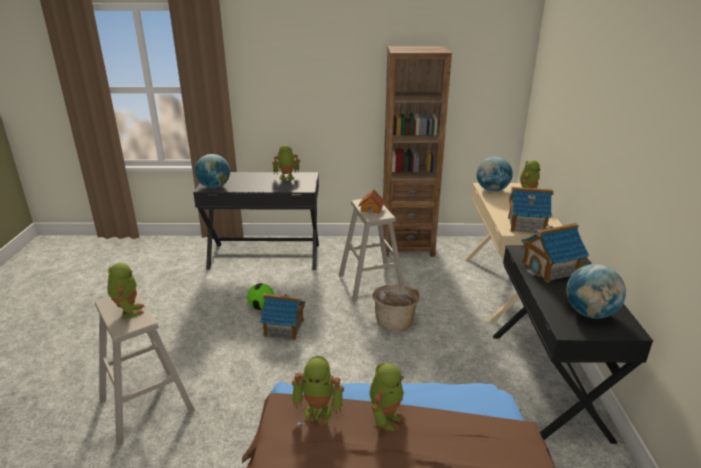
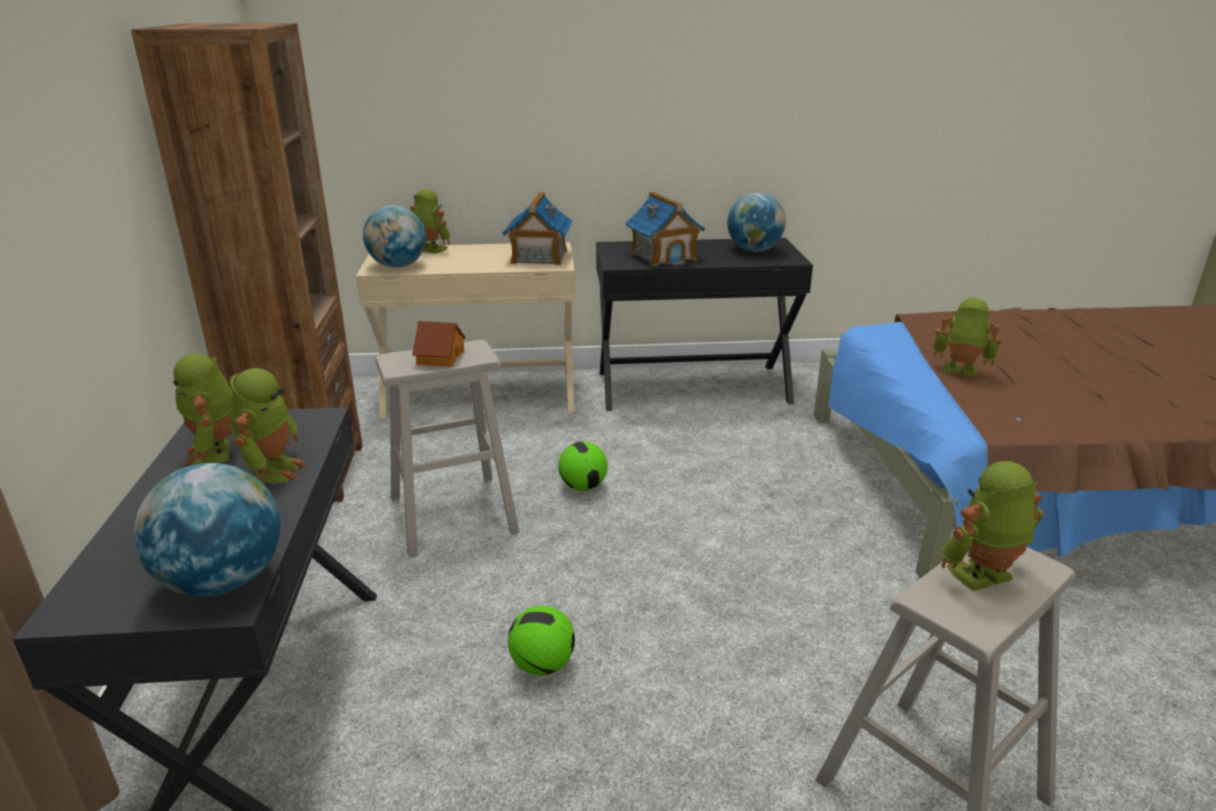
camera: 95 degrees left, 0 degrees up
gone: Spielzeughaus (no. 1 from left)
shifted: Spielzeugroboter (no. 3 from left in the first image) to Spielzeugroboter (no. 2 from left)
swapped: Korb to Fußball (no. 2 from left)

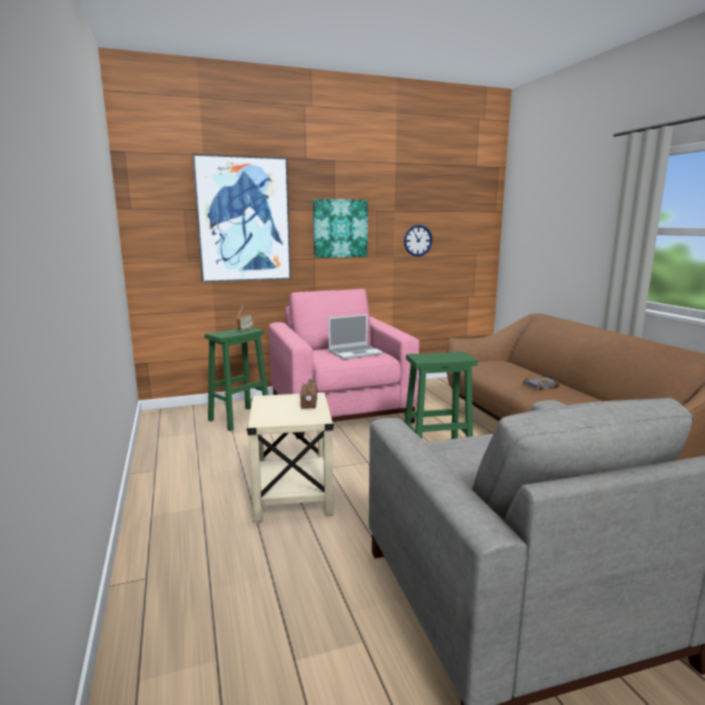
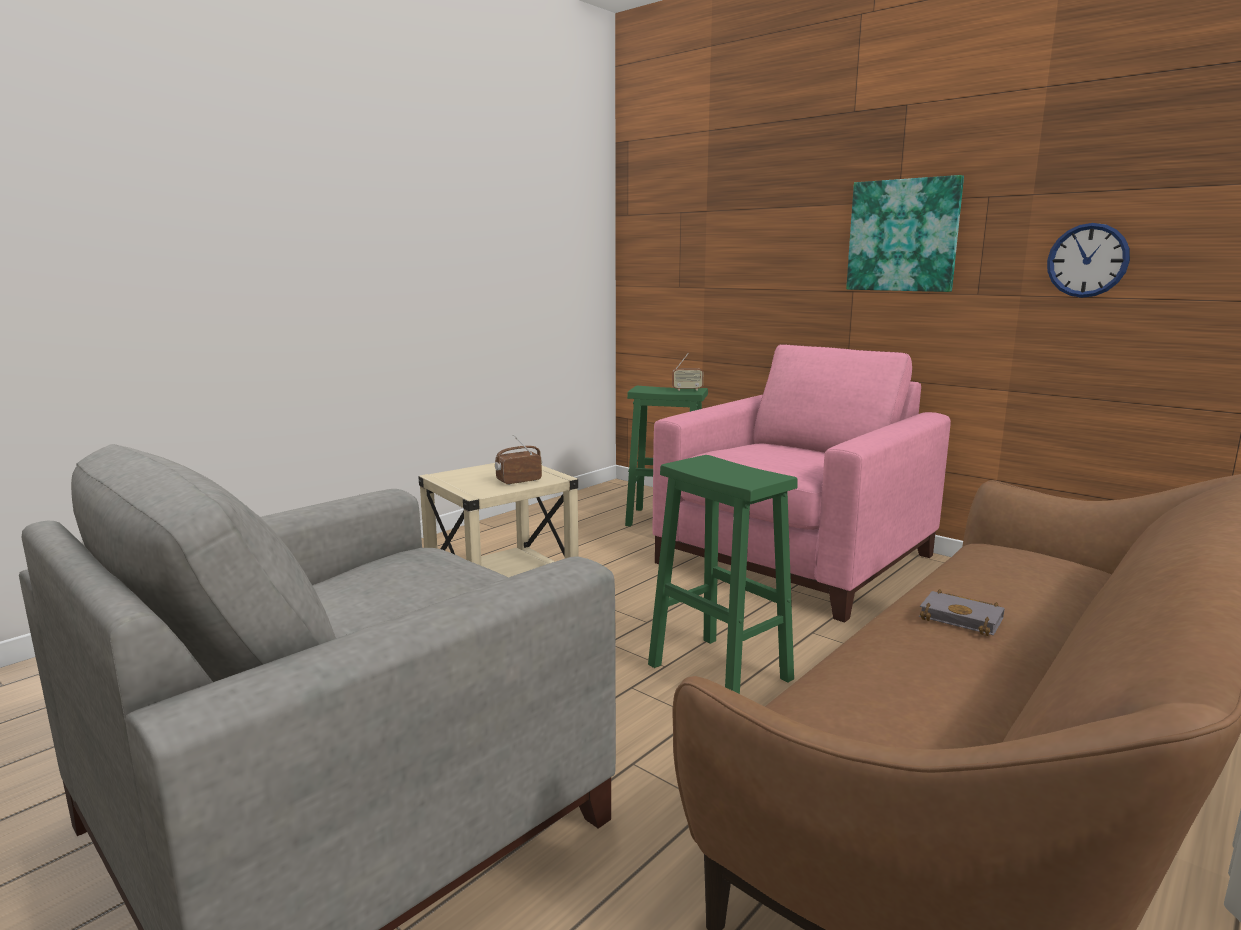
camera: 60 degrees right, 0 degrees up
gone: Bild (no. 1 from left); Laptop

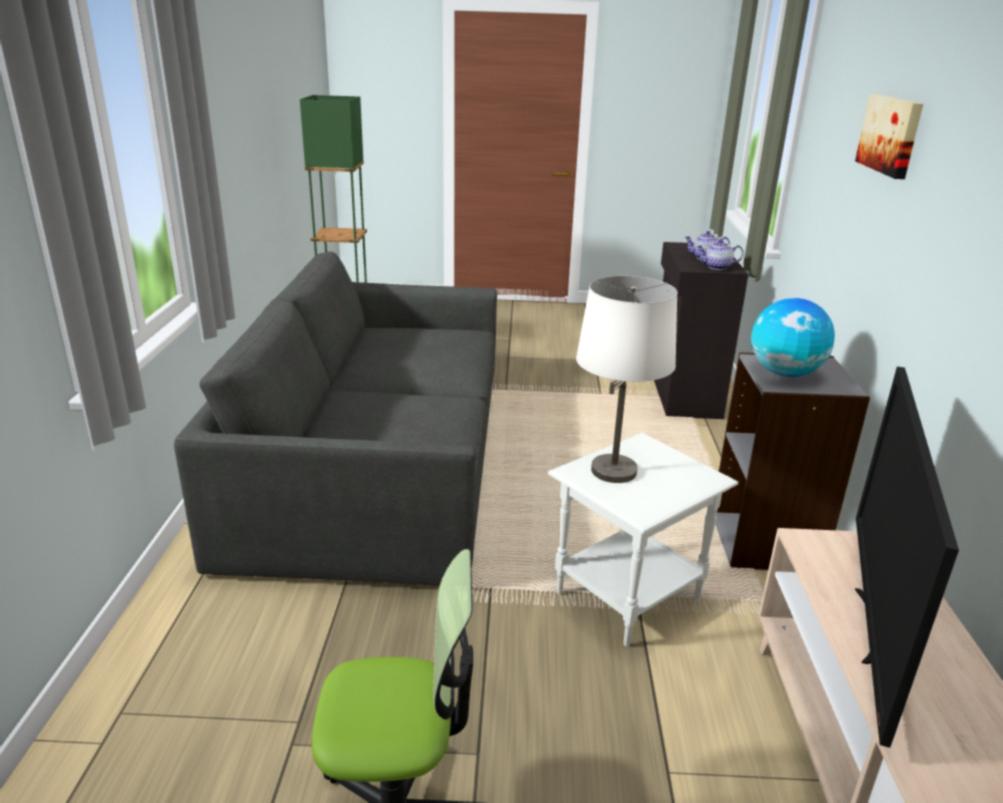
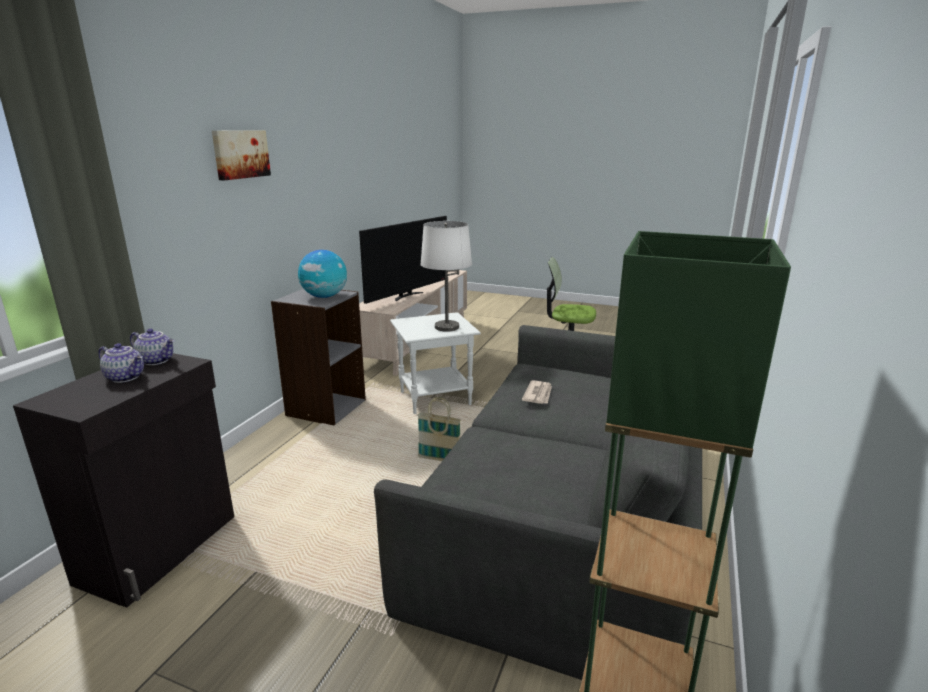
camera: 160 degrees left, 5 degrees down
new: Zeitung; Korb

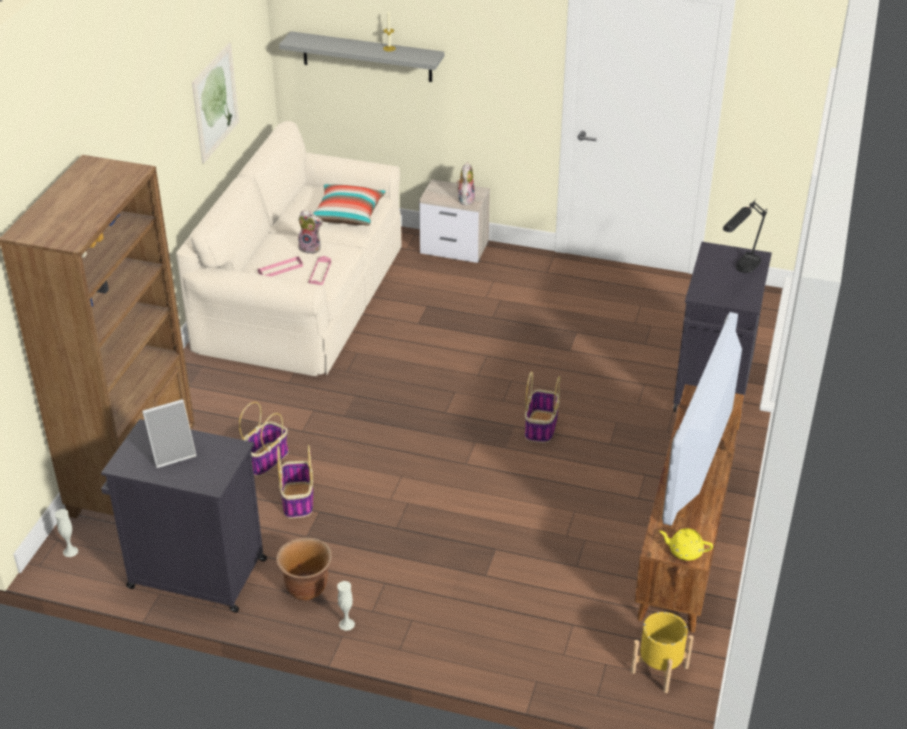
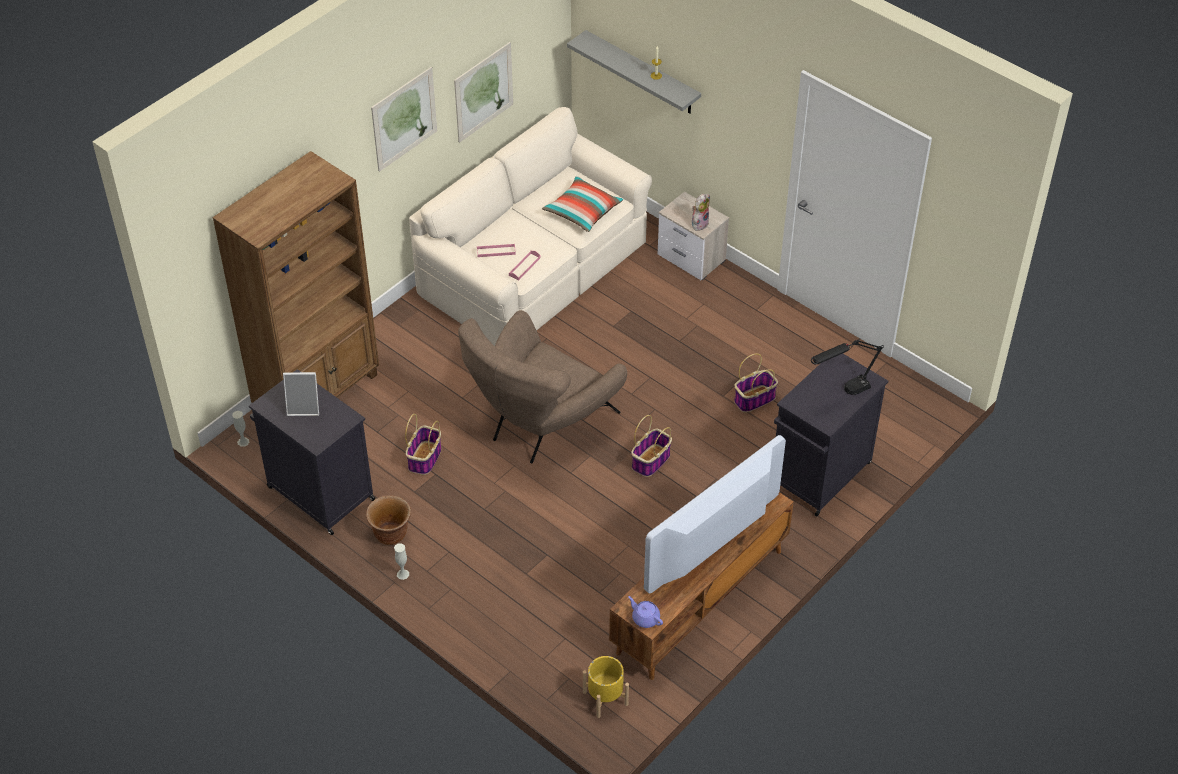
camera: 25 degrees right, 10 degrees up
gone: Plüschtier (no. 1 from left)
new: Bild (no. 1 from left); Sessel/braun
shifted: Korb (no. 1 from left in the first image) to Korb (no. 3 from left)
repainted: Teekanne/gelb to Teekanne/lila

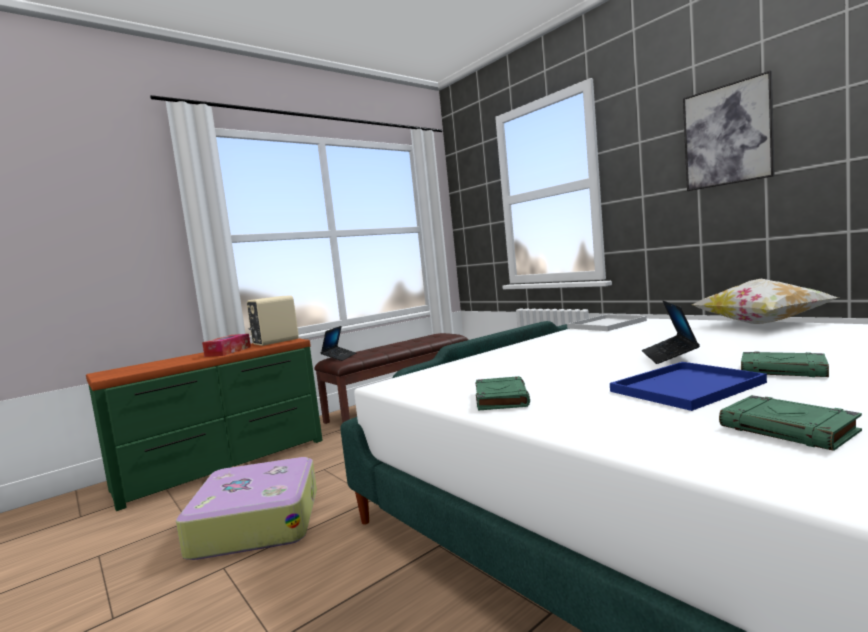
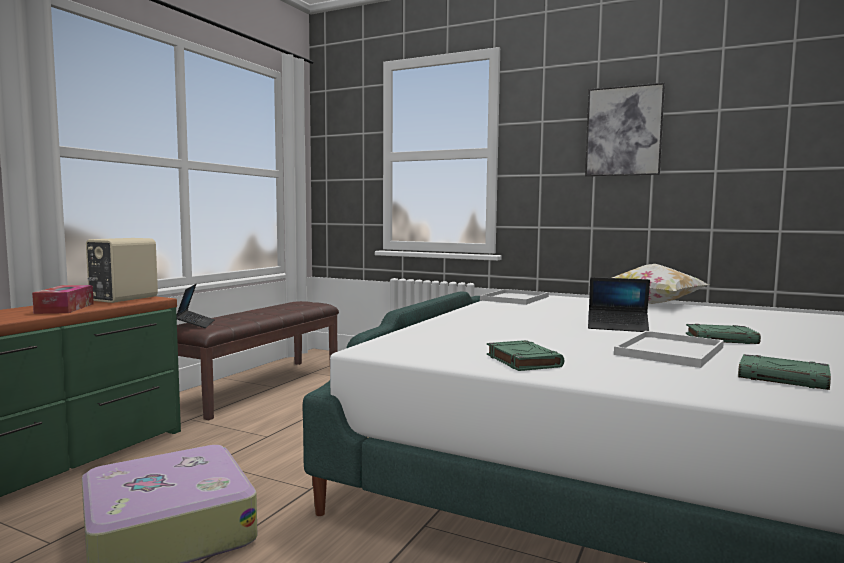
camera: 25 degrees left, 0 degrees up
repainted: Tablett/blau to Tablett/weiß (no. 2 from left)
rotated: Laptop (no. 2 from left) 60 degrees counterclockwise

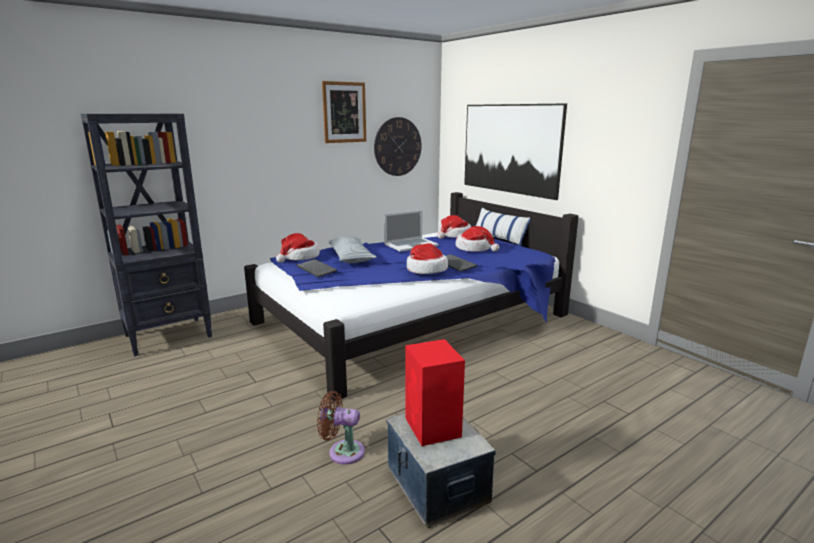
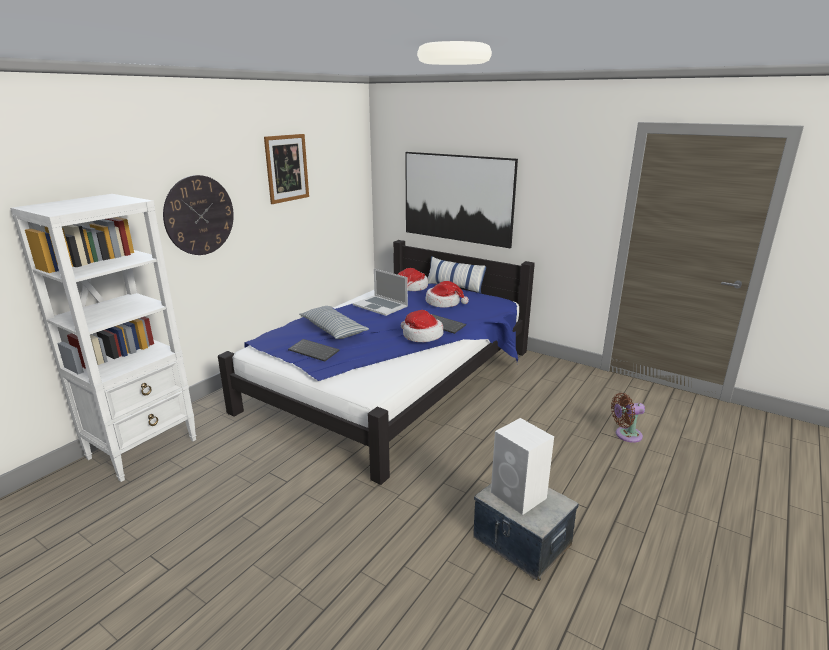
camera: 20 degrees left, 5 degrees up
gone: Hut (no. 1 from left)
shifted: Wanduhr; Ventilator/braun
repainted: Bücherregal/schwarz to Bücherregal/weiß; Lautsprecher/rot to Lautsprecher/weiß
rotated: Laptop 90 degrees clockwise

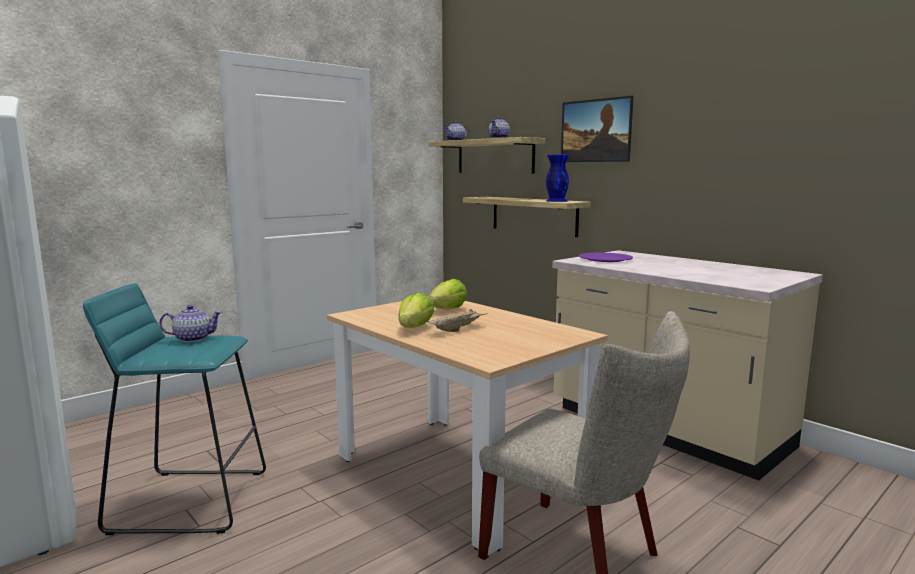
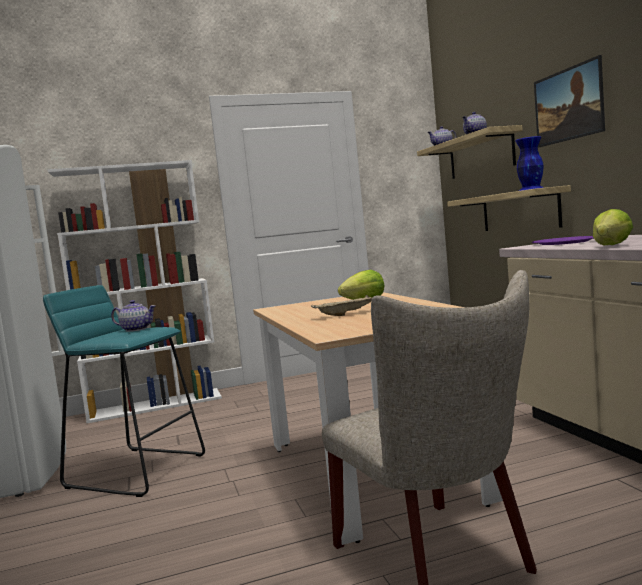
camera: 25 degrees right, 5 degrees down
new: Bücherregal/weiß
shifted: Salatkopf (no. 1 from left in the first image) to Salatkopf (no. 2 from left)

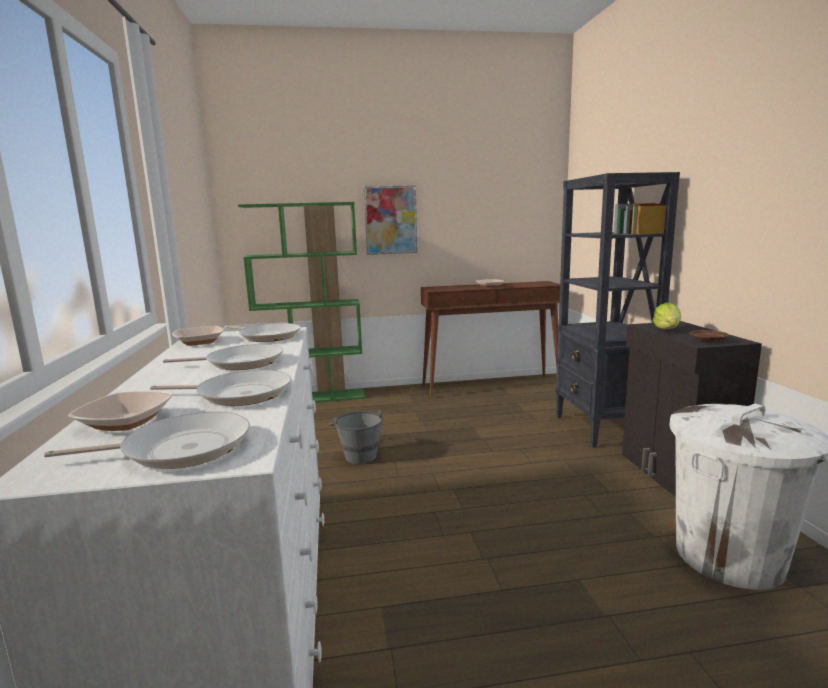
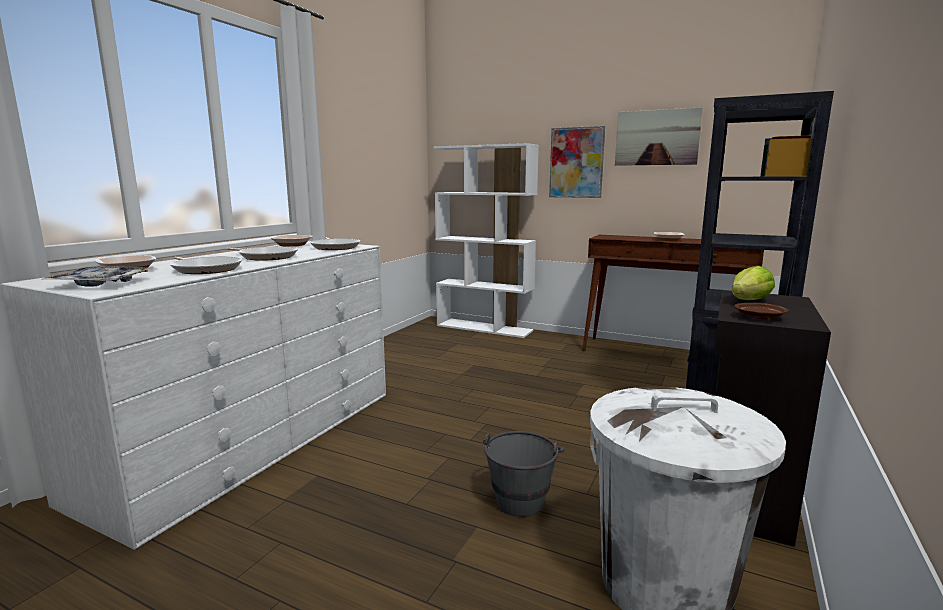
camera: 35 degrees right, 0 degrees up
new: Bild (no. 2 from left)
shifted: Eimer/grau
swapped: Pfanne (no. 1 from left) to Tablett
repainted: Bücherregal/grün to Bücherregal/weiß

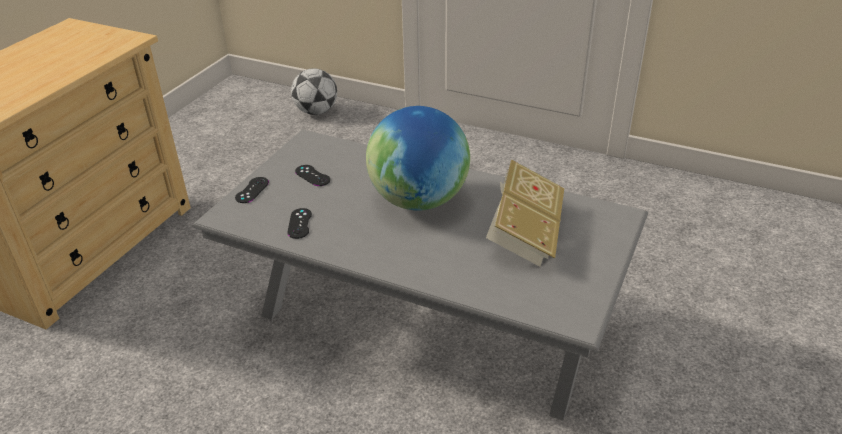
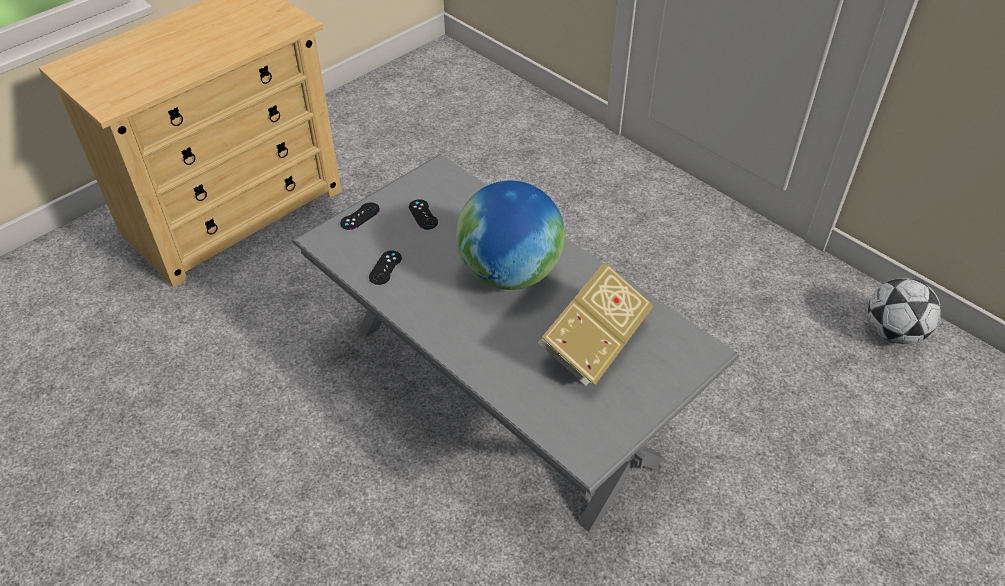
camera: 20 degrees right, 10 degrees up
shifted: Fußball

